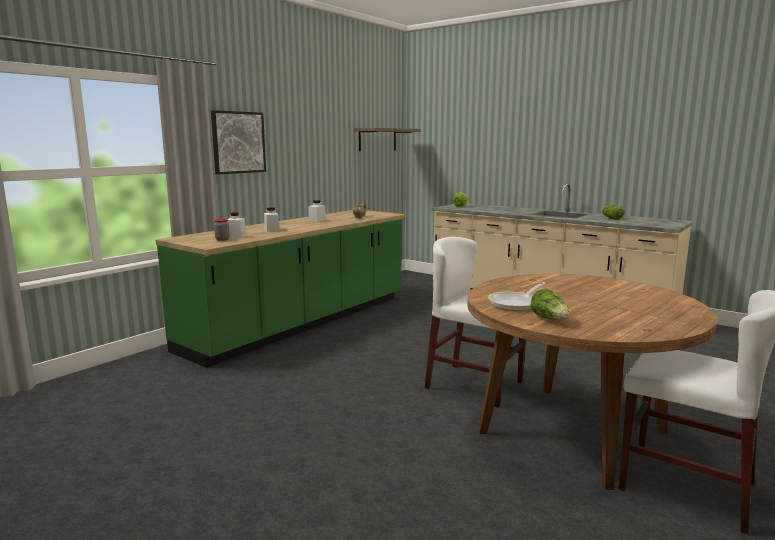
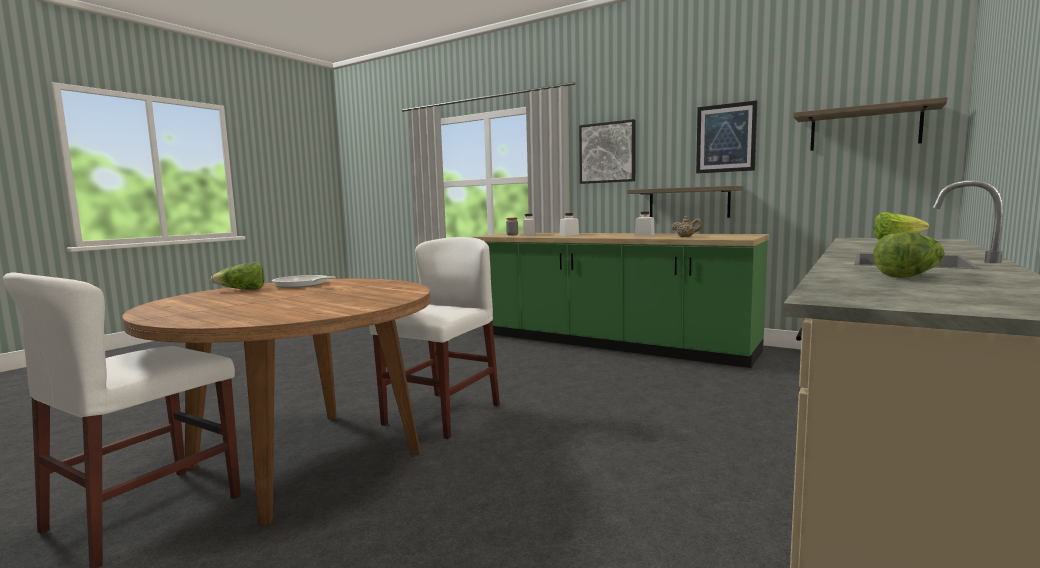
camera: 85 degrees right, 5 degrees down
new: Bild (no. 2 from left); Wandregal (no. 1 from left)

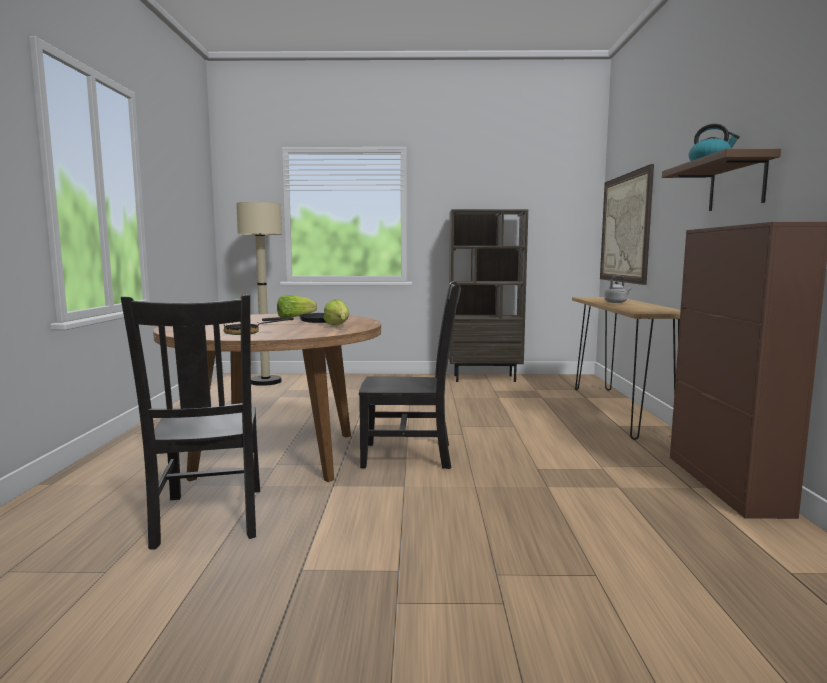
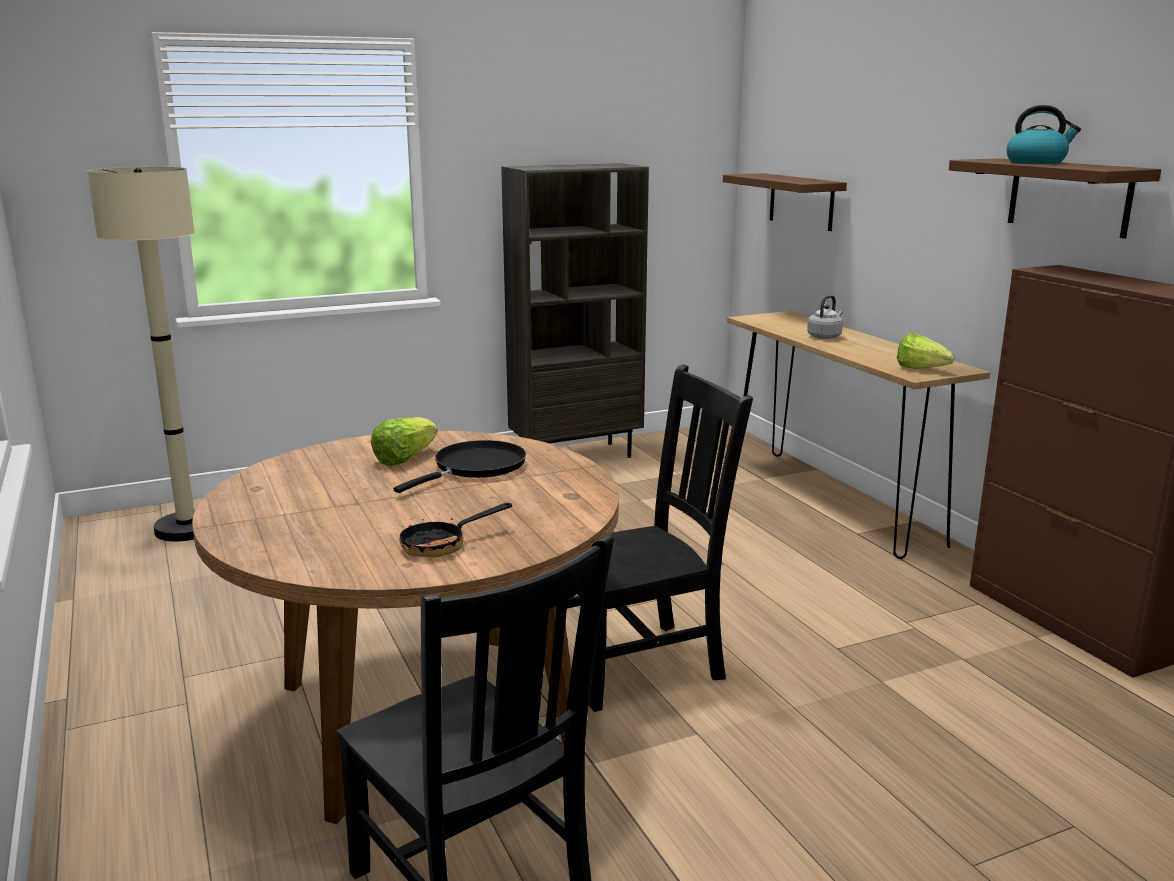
camera: 25 degrees left, 10 degrees up
shifted: Salatkopf (no. 2 from left)
swapped: Bild to Wandregal/braun (no. 1 from left)

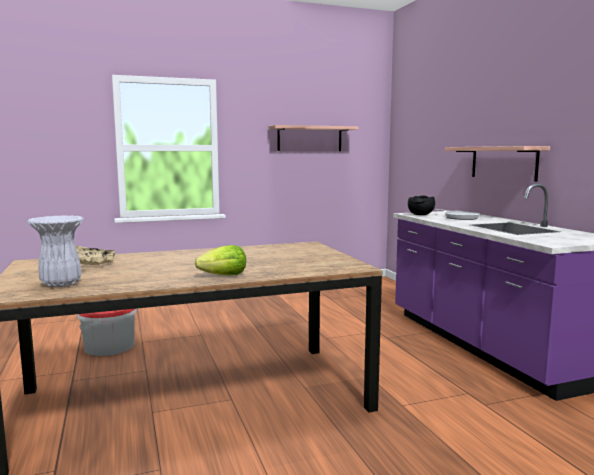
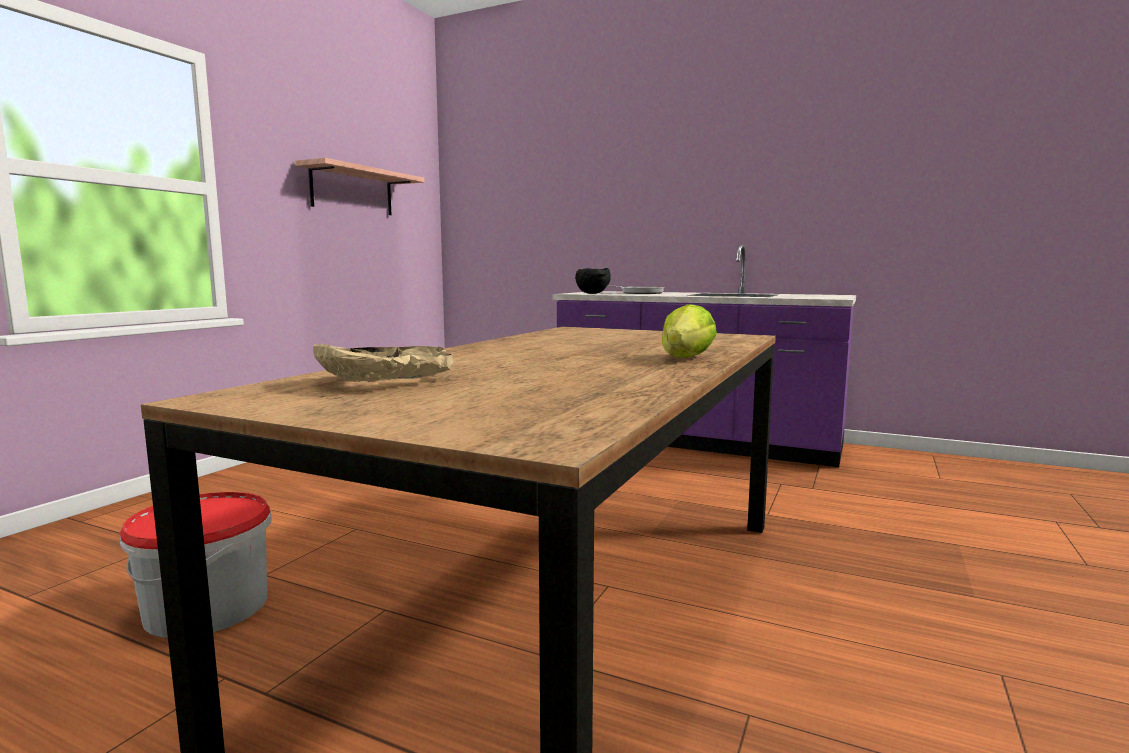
camera: 45 degrees left, 0 degrees up
gone: Wandregal (no. 2 from left); Vase/weiß

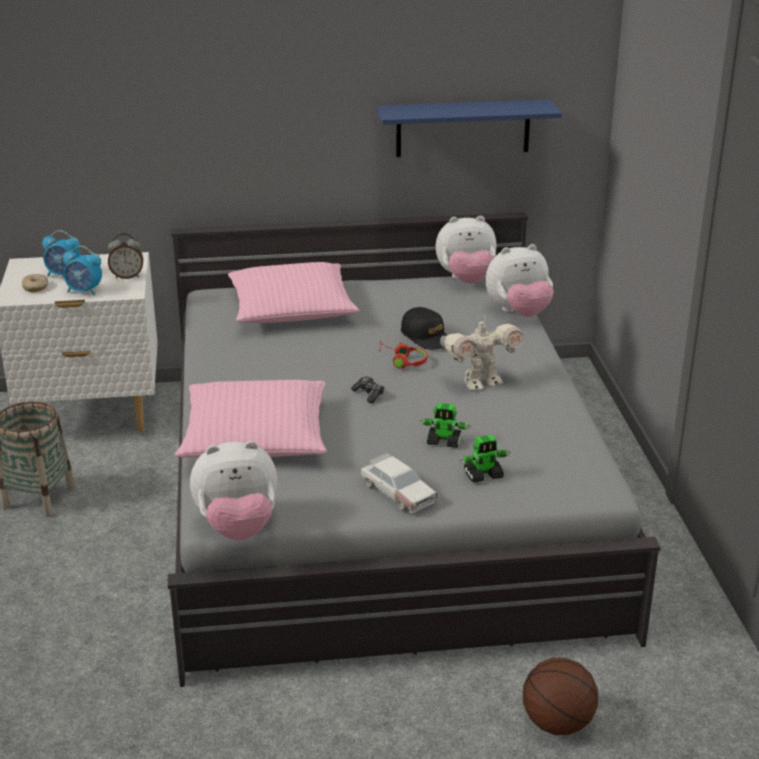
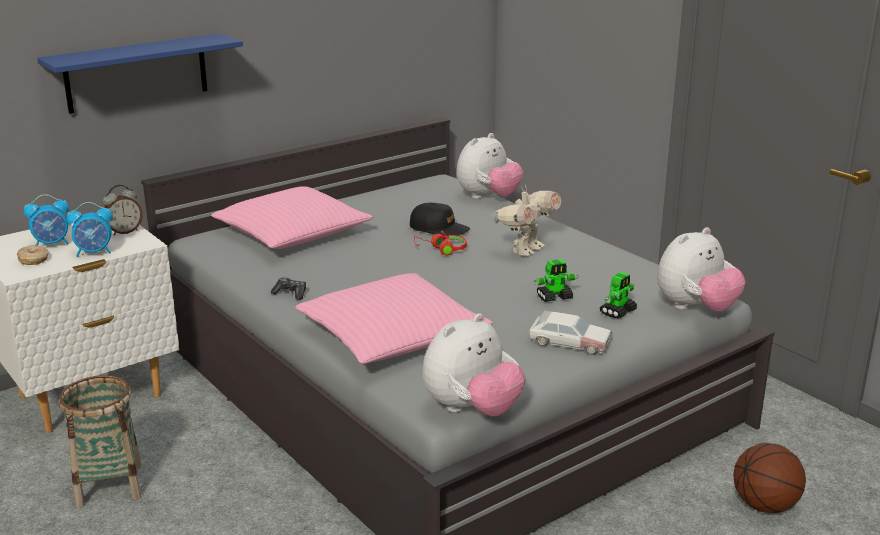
camera: 30 degrees left, 5 degrees down
shifted: Wandregal/blau; Plüschtier (no. 2 from left in the first image) to Plüschtier (no. 3 from left); Gamepad

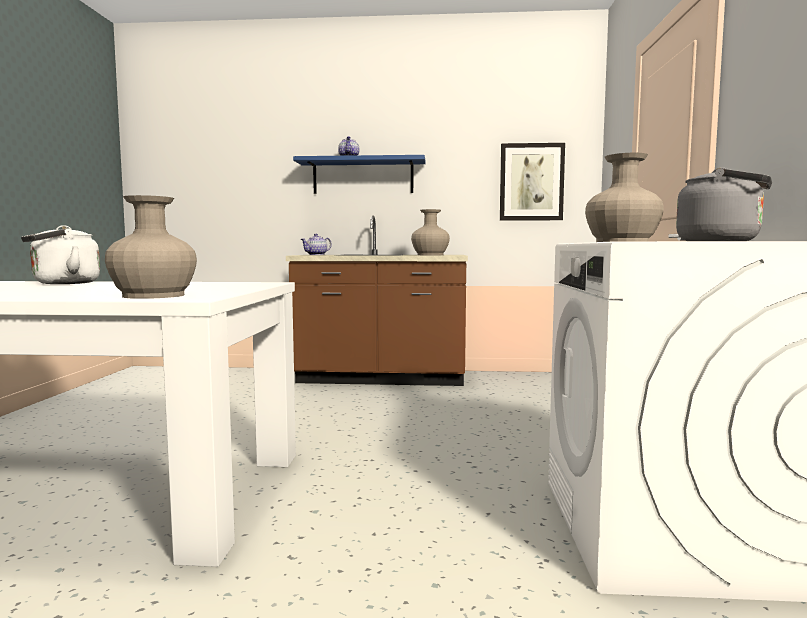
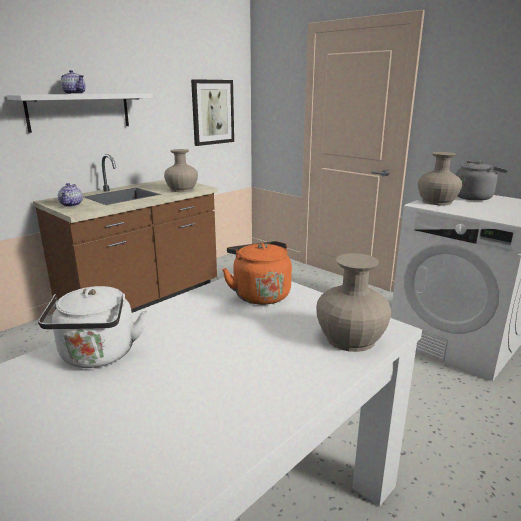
camera: 50 degrees left, 15 degrees up
new: Wasserkessel/orange
repainted: Wandregal/blau to Wandregal/weiß

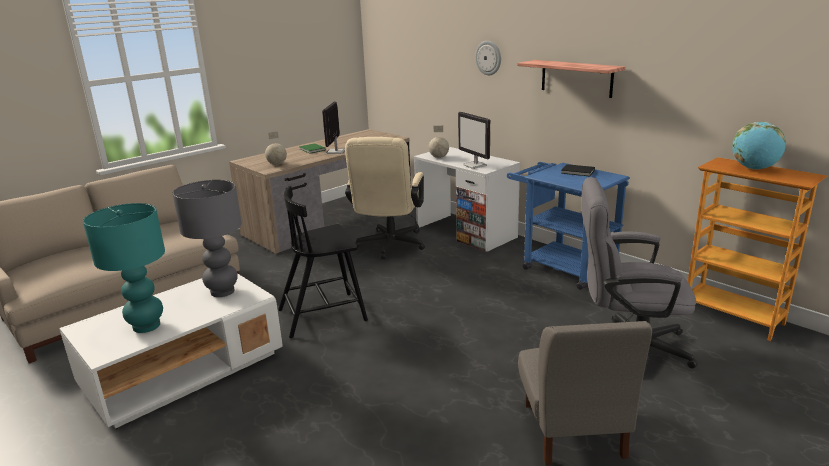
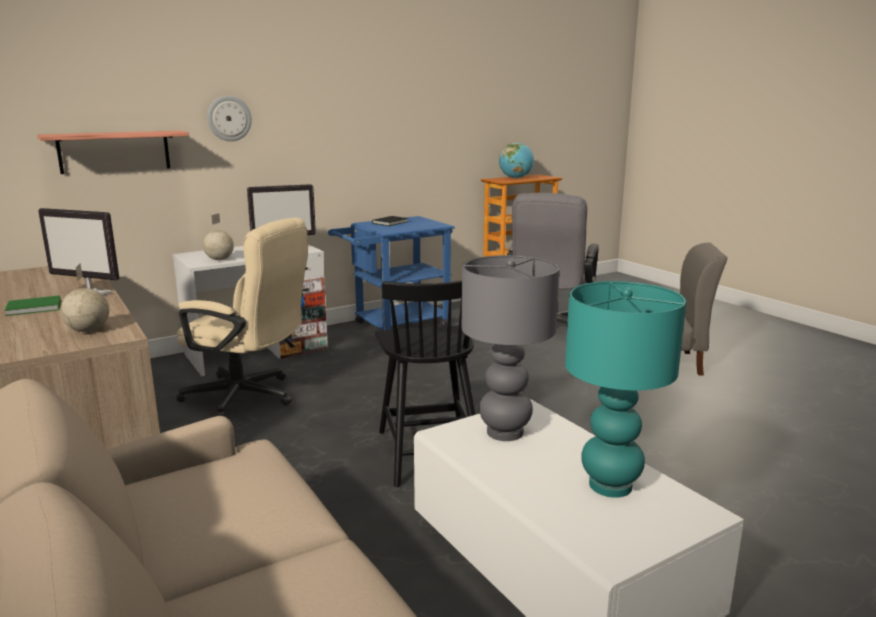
camera: 80 degrees left, 5 degrees down
shifted: Wandregal

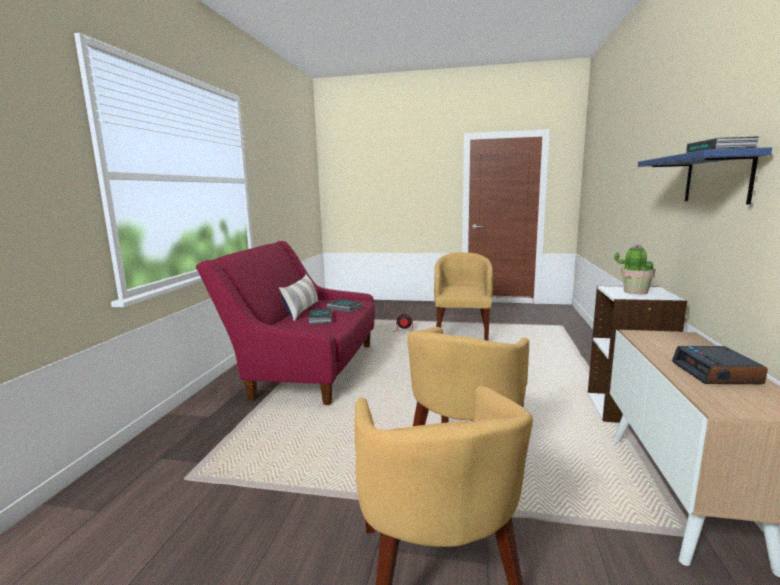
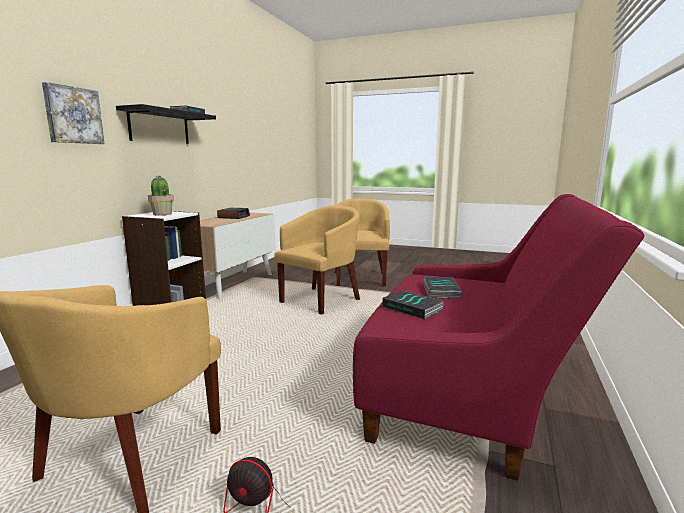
camera: 170 degrees left, 0 degrees up
gone: Kissen
new: Bild
repainted: Wandregal/blau to Wandregal/schwarz

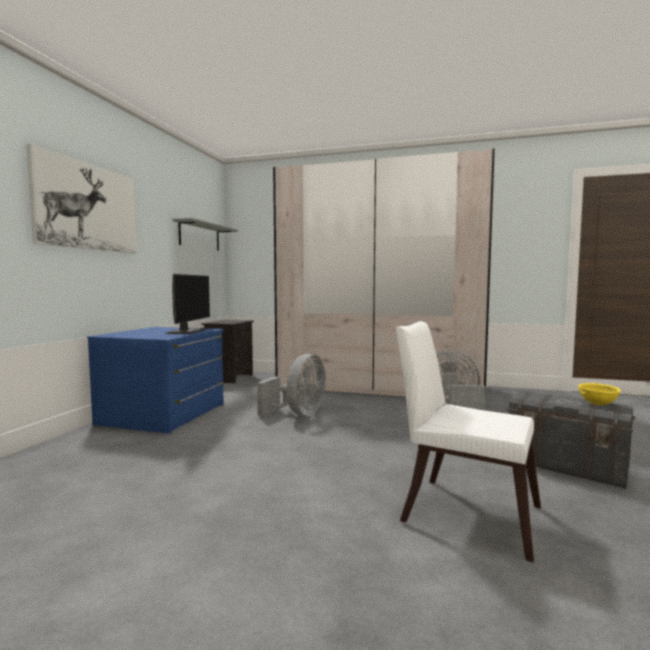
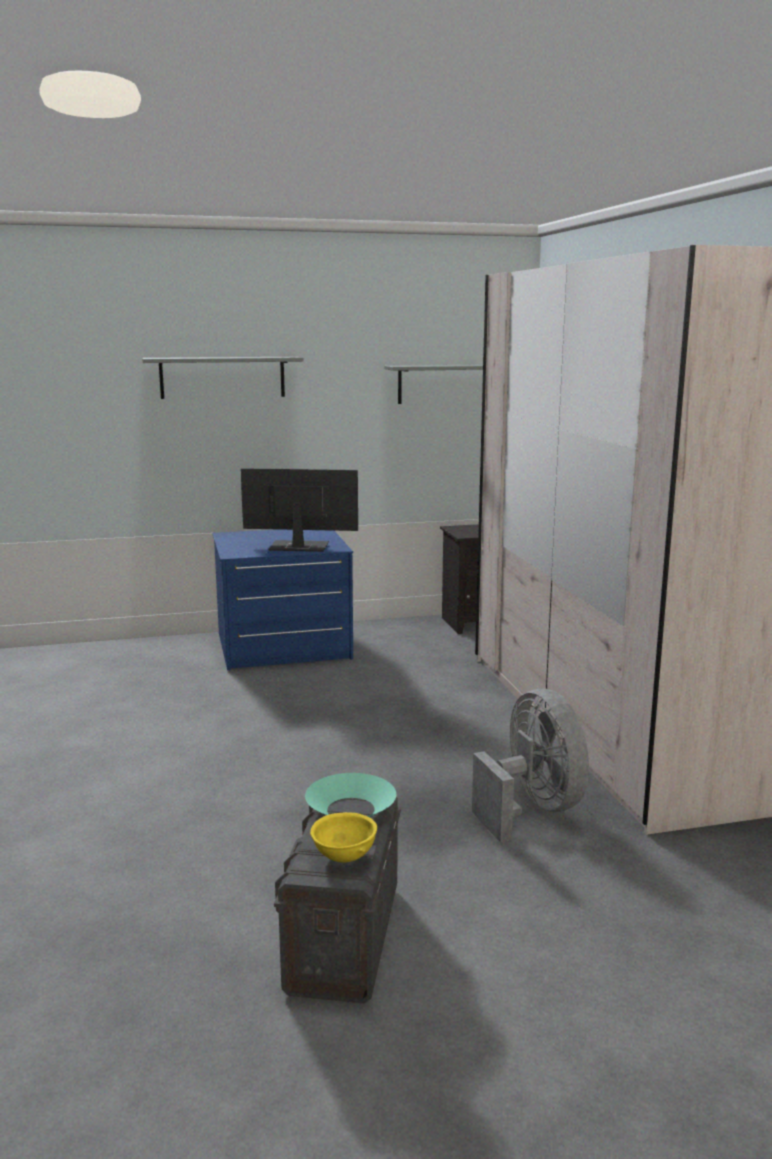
camera: 60 degrees right, 10 degrees up
gone: Stuhl/weiß; Ventilator/grau (no. 1 from left)
new: Schüssel/türkis
swapped: Bild to Wandregal/grau (no. 1 from left)
rotated: Monitor 150 degrees counterclockwise

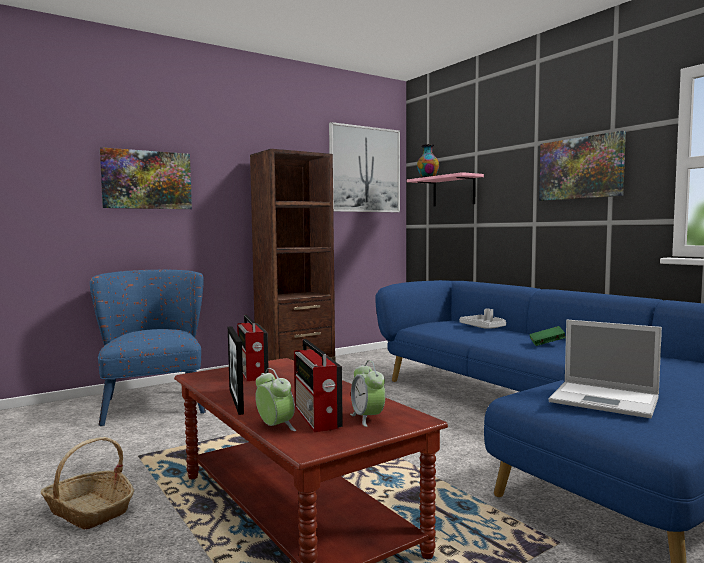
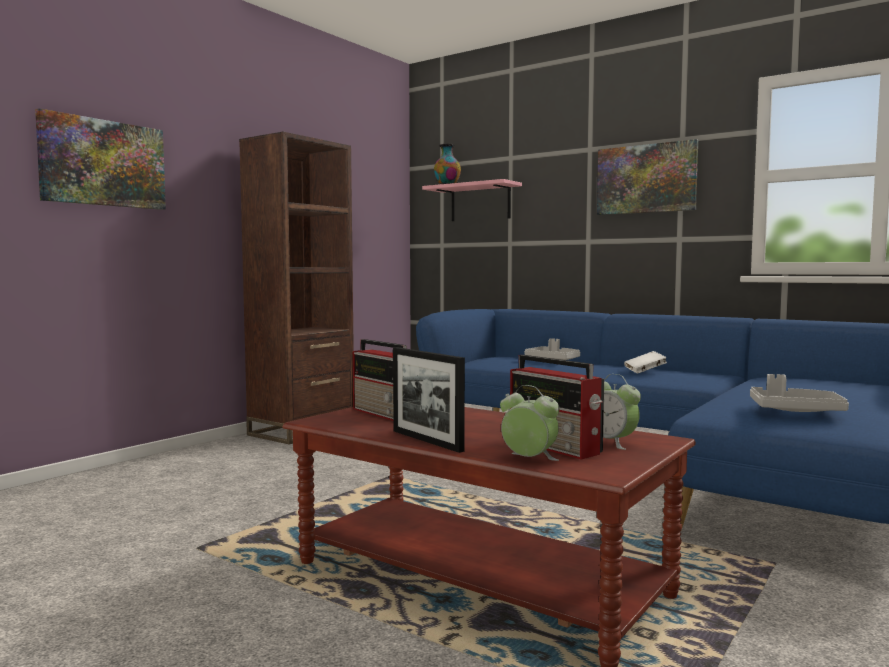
camera: 20 degrees left, 0 degrees up
gone: Bild (no. 2 from left); Sessel/blau; Korb
swapped: Laptop to Tablett/grau (no. 2 from left)
repainted: Buch/grün to Buch/weiß

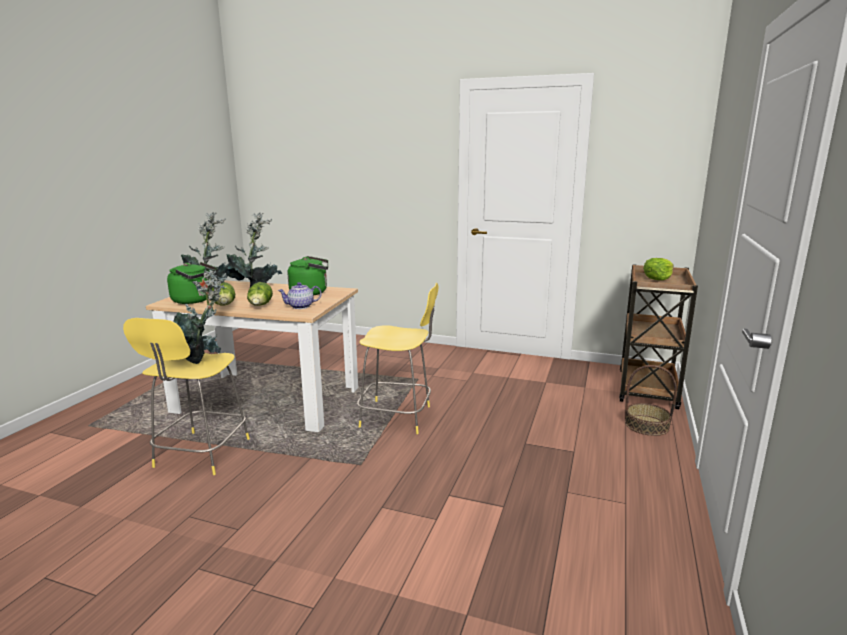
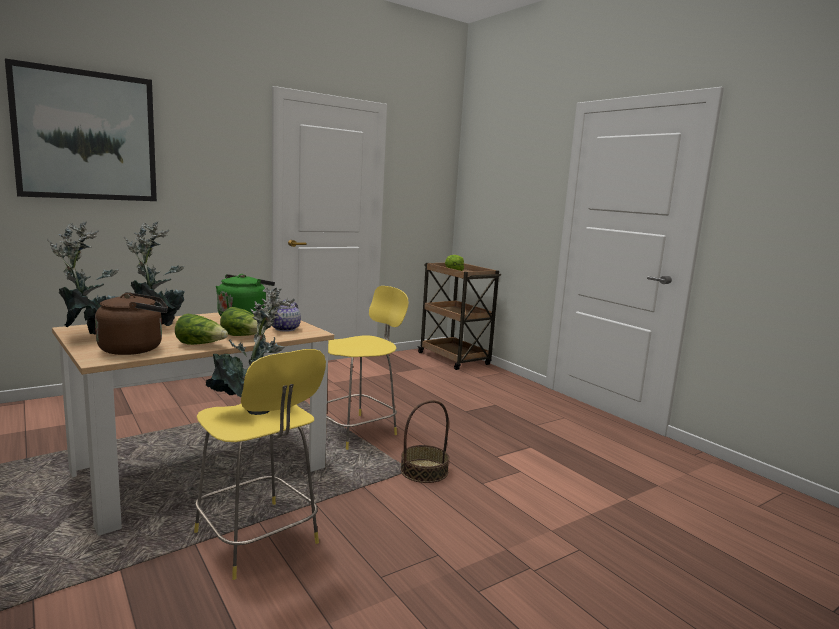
camera: 55 degrees left, 5 degrees down
new: Bild
shifted: Korb
repainted: Wasserkessel/grün (no. 1 from left) to Wasserkessel/braun

